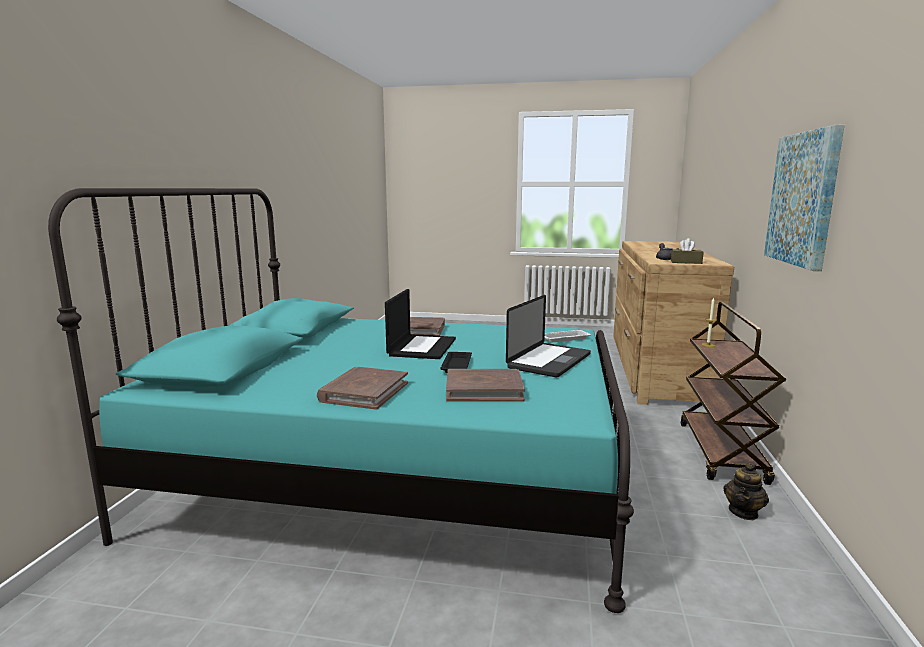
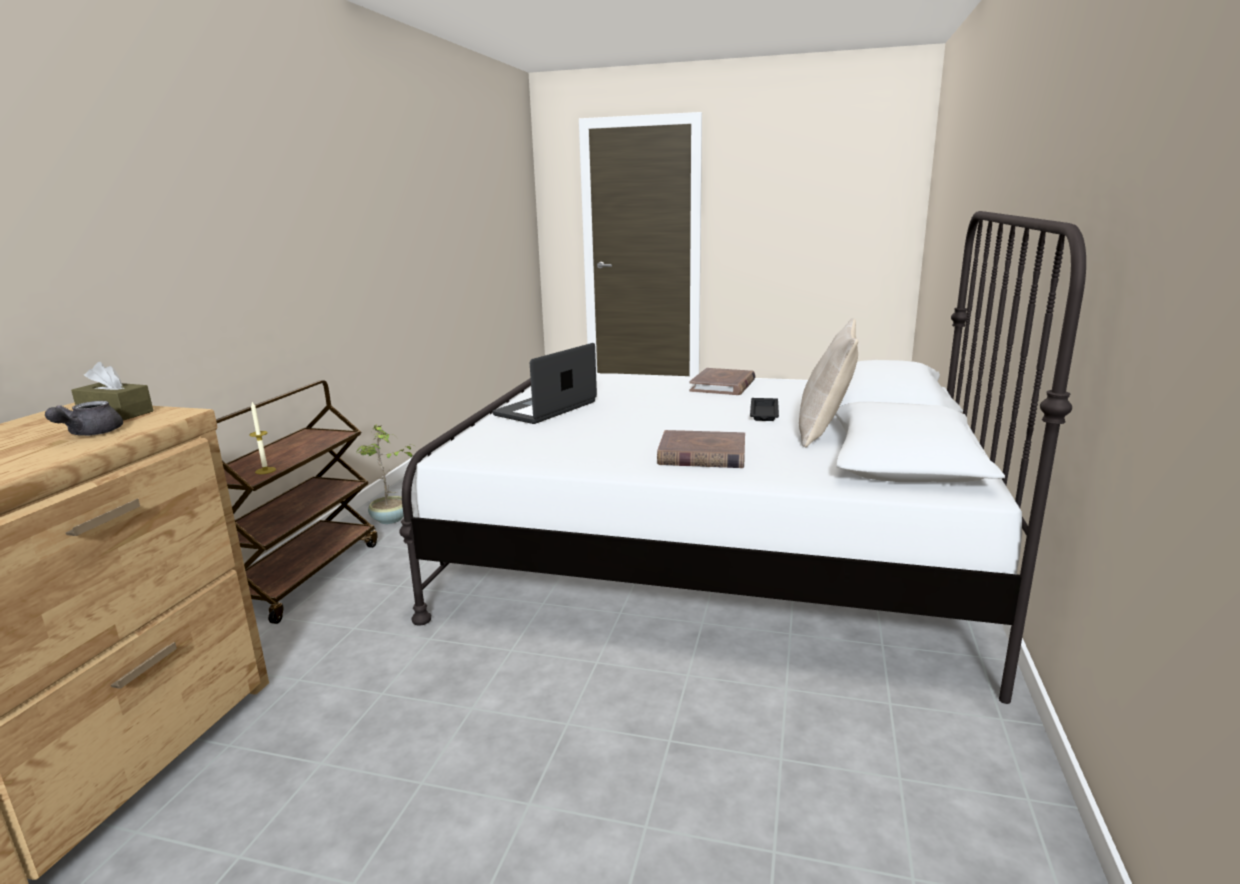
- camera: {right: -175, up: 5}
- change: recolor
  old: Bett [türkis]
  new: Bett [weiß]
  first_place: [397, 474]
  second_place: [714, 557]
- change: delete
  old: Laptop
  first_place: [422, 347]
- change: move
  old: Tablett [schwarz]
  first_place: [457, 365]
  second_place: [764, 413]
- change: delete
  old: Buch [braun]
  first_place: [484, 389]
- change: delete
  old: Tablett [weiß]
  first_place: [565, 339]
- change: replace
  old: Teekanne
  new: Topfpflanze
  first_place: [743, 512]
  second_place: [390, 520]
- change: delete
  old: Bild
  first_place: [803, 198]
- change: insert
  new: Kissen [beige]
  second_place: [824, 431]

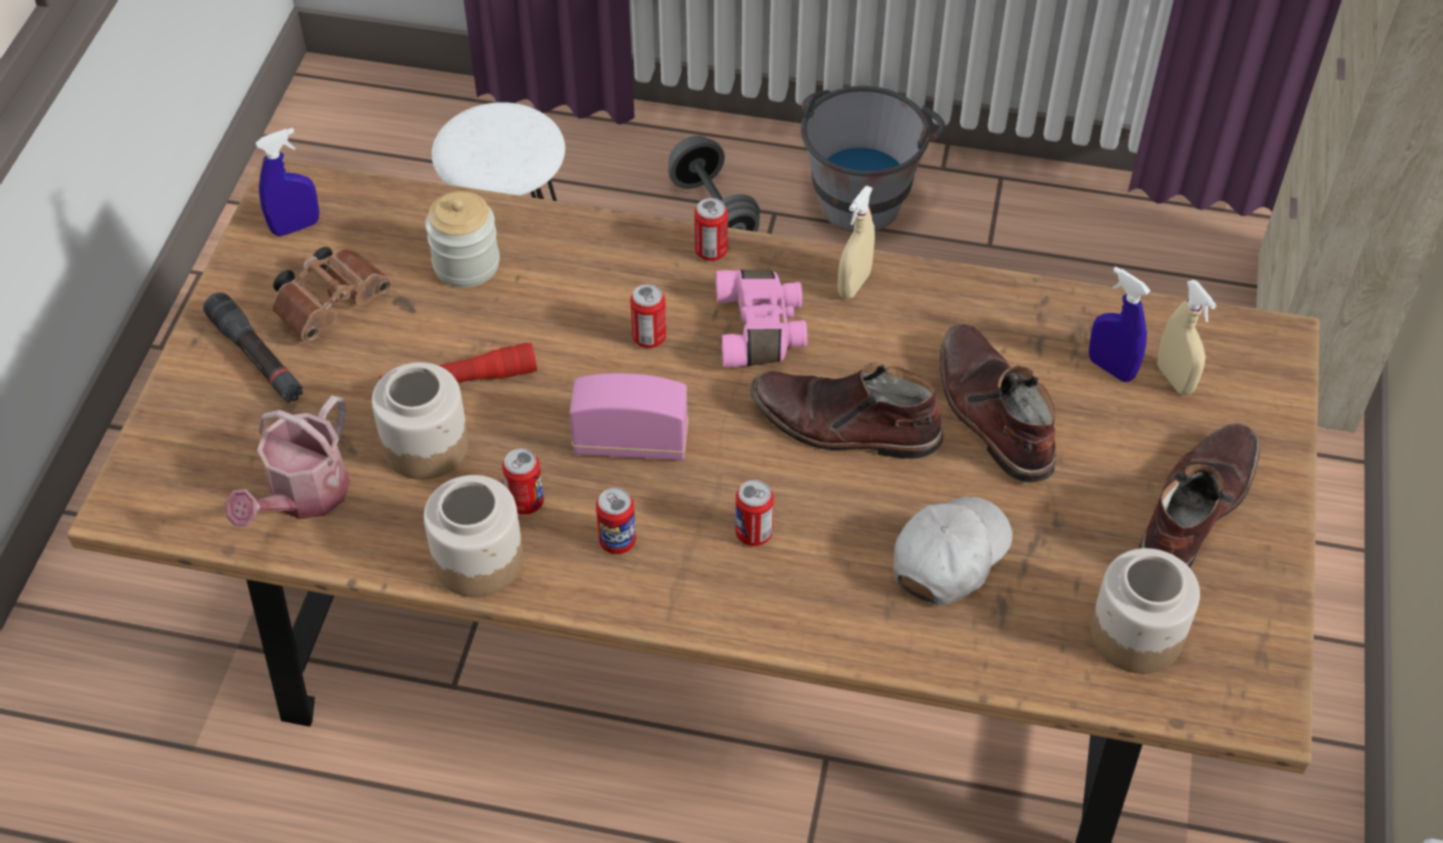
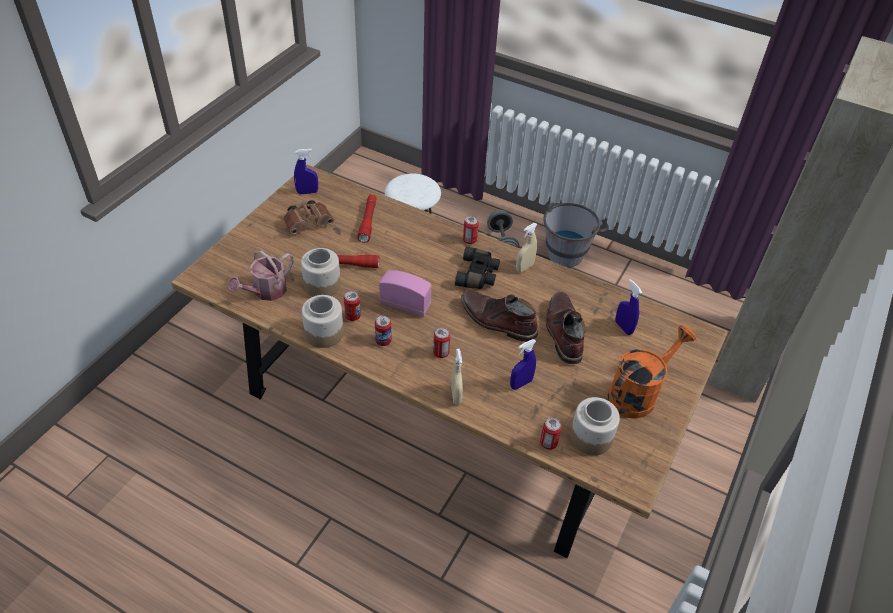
- camera: {right: 15, up: -5}
- change: delete
  old: Taschenlampe [schwarz]
  first_place: [256, 357]
- change: replace
  old: Vorratsglas
  new: Taschenlampe [rot]
  first_place: [466, 264]
  second_place: [368, 221]
- change: move
  old: Dose
  first_place: [649, 338]
  second_place: [548, 443]
- change: recolor
  old: Fernglas [rosa]
  new: Fernglas [schwarz]
  first_place: [762, 330]
  second_place: [478, 275]
- change: replace
  old: Kappe [weiß]
  new: Sprühflasche [blau]
  first_place: [949, 556]
  second_place: [521, 384]
- change: replace
  old: Stiefel [braun]
  new: Gießkanne [orange]
  first_place: [1193, 508]
  second_place: [638, 393]
- change: move
  old: Sprühflasche [beige]
  first_place: [1174, 379]
  second_place: [456, 396]

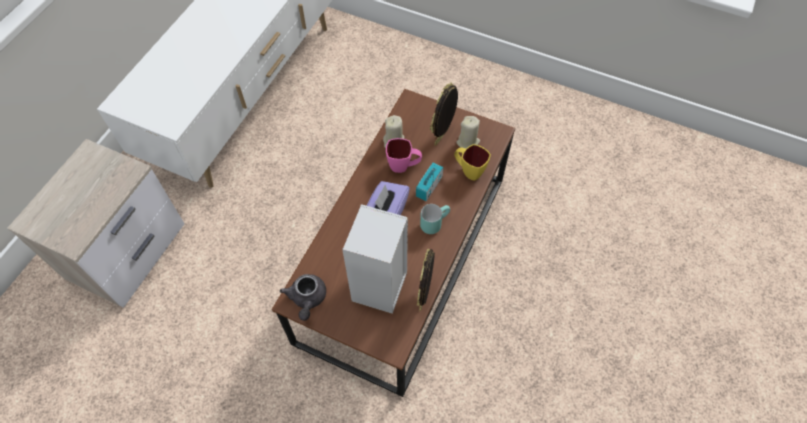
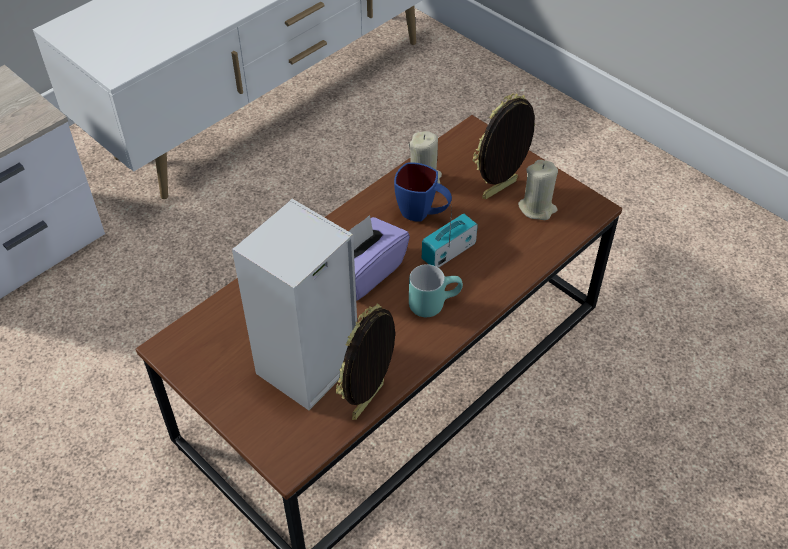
- camera: {right: 20, up: -10}
- change: delete
  old: Teekanne [grau]
  first_place: [307, 299]
- change: recolor
  old: Henkelbecher [rosa]
  new: Henkelbecher [blau]
  first_place: [404, 166]
  second_place: [422, 214]
- change: delete
  old: Henkelbecher [gelb]
  first_place: [468, 171]

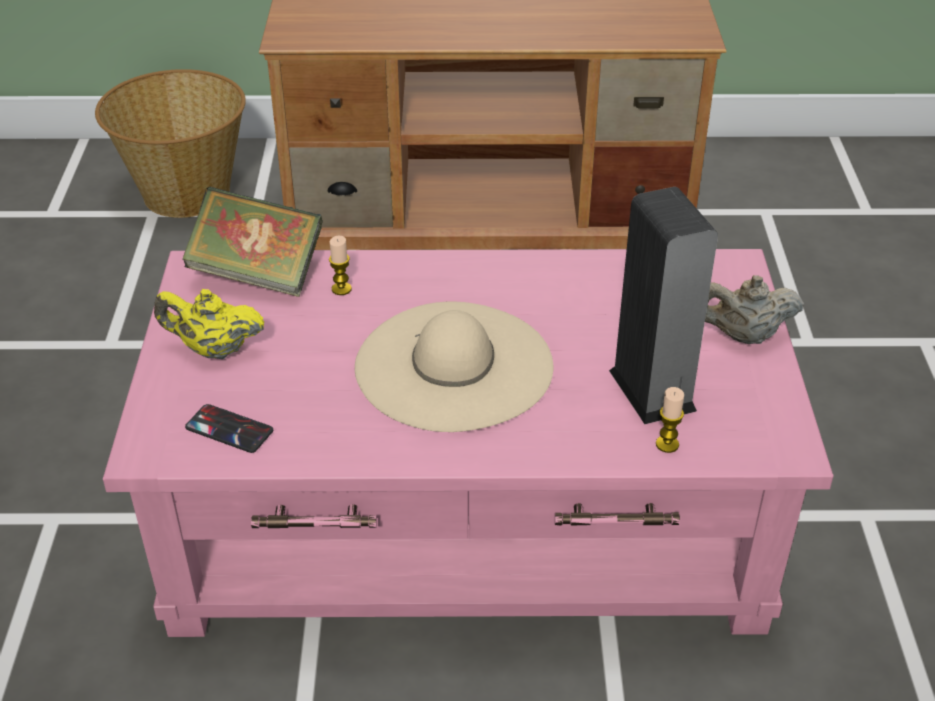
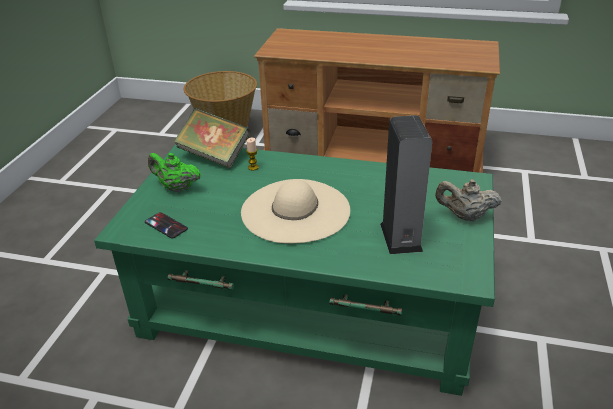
- camera: {right: 15, up: -5}
- change: recolor
  old: Couchtisch [rosa]
  new: Couchtisch [grün]
  first_place: [465, 522]
  second_place: [308, 305]
- change: recolor
  old: Teekanne [gelb]
  new: Teekanne [grün]
  first_place: [213, 350]
  second_place: [176, 188]
- change: delete
  old: Kerze
  first_place: [667, 444]

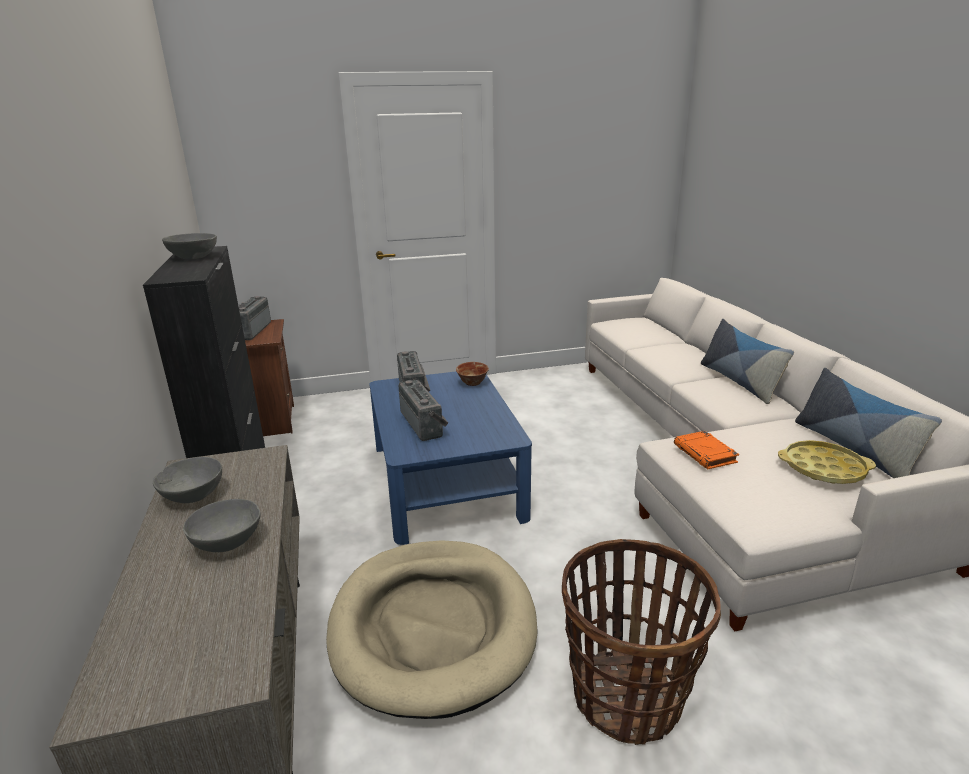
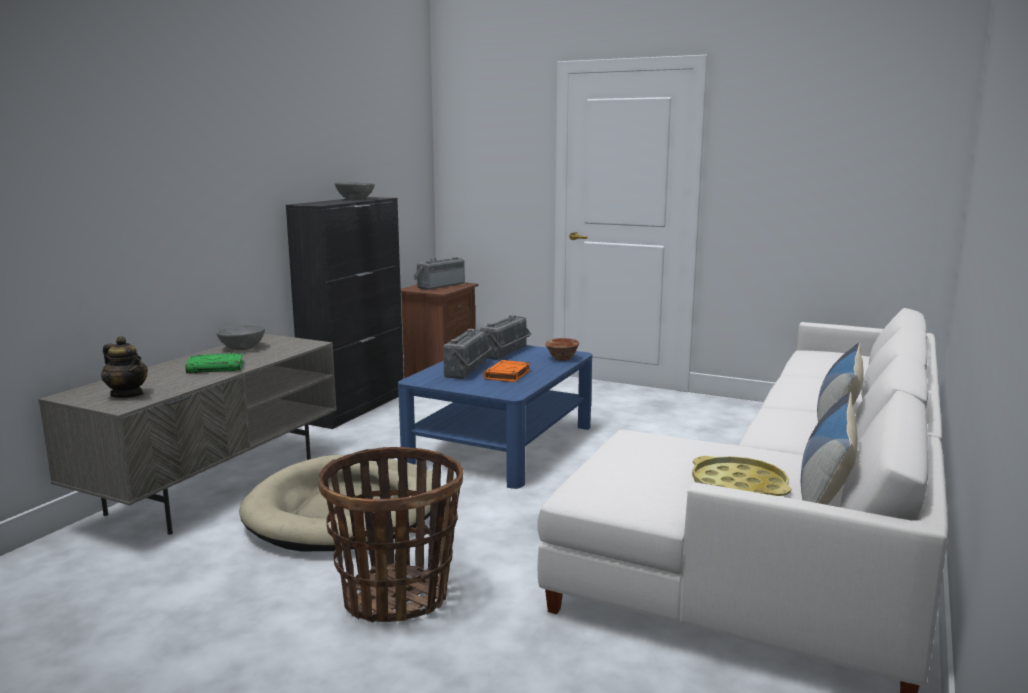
- camera: {right: 40, up: -10}
- change: replace
  old: Schüssel [grau]
  new: Buch [grün]
  first_place: [227, 542]
  second_place: [216, 367]
- change: move
  old: Buch [orange]
  first_place: [705, 454]
  second_place: [507, 375]
- change: insert
  new: Teekanne
  second_place: [127, 394]

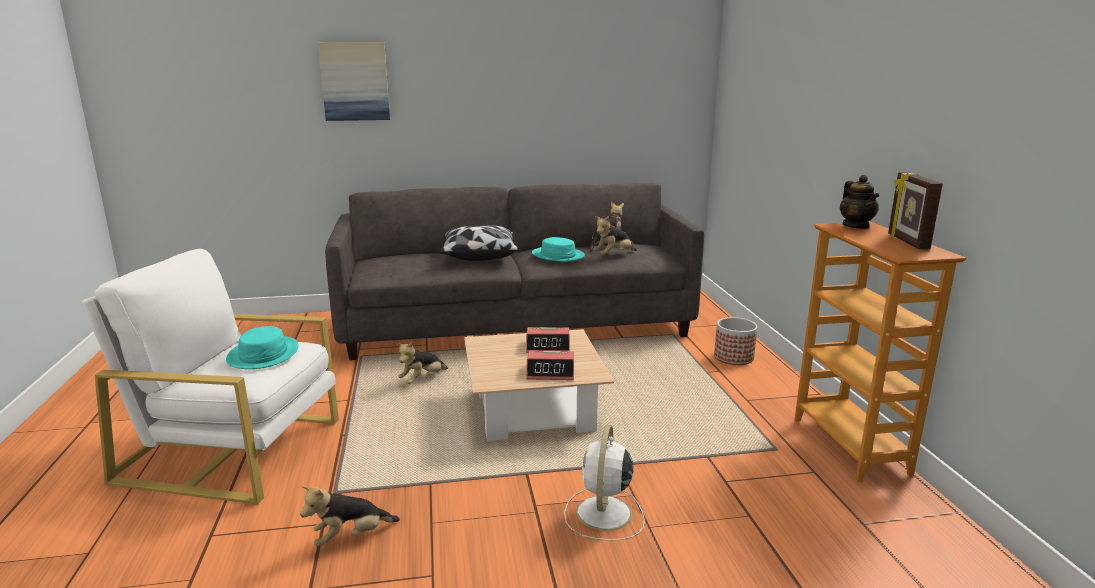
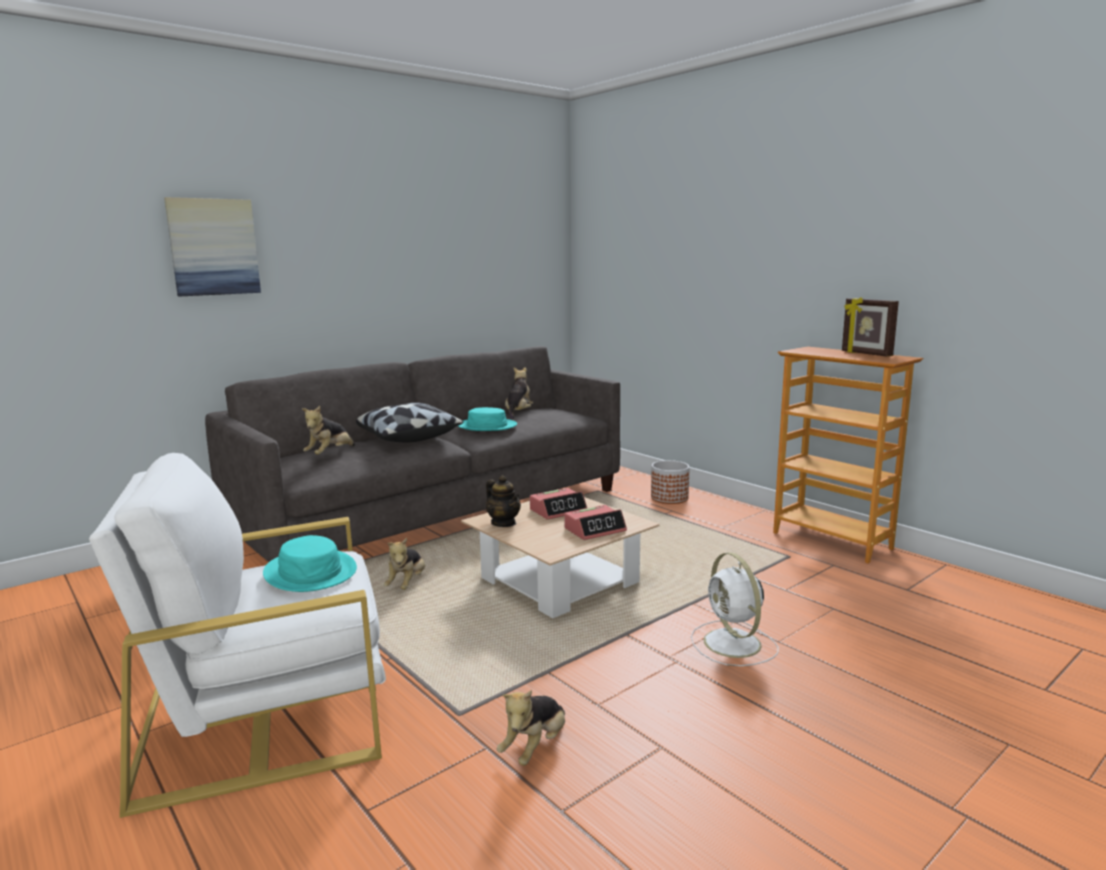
- camera: {right: -30, up: -5}
- change: move
  old: Plüschtier
  first_place: [614, 255]
  second_place: [330, 454]
- change: move
  old: Teekanne
  first_place: [856, 226]
  second_place: [503, 523]

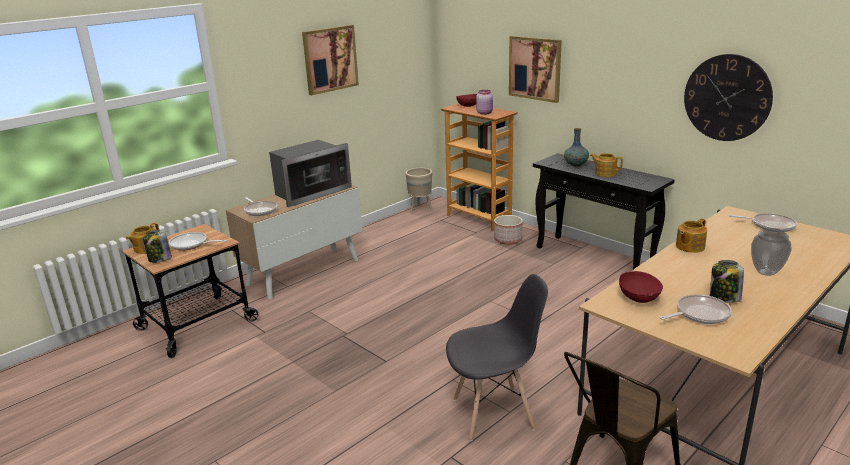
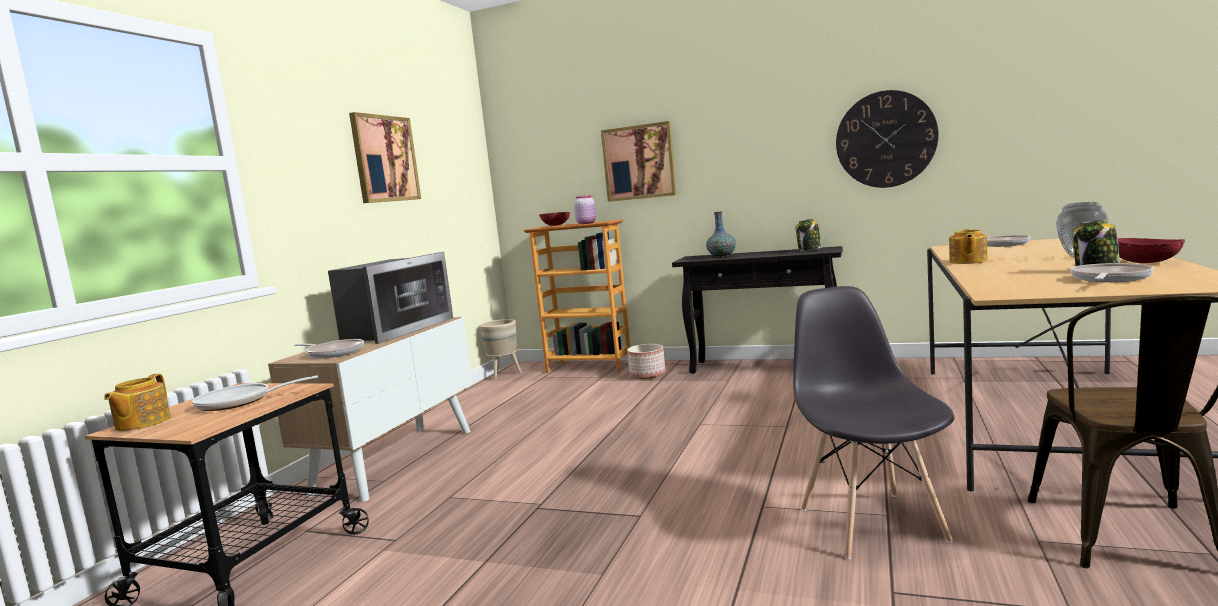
- camera: {right: -25, up: -15}
- change: move
  old: Vorratsglas
  first_place: [159, 259]
  second_place: [809, 250]
- change: rotate
  old: Stuhl [grau]
  first_place: [494, 413]
  second_place: [871, 523]
  degrees: -60
- change: delete
  old: Teekanne
  first_place: [605, 173]
- change: move
  old: Schüssel [rot]
  first_place: [639, 298]
  second_place: [1146, 262]

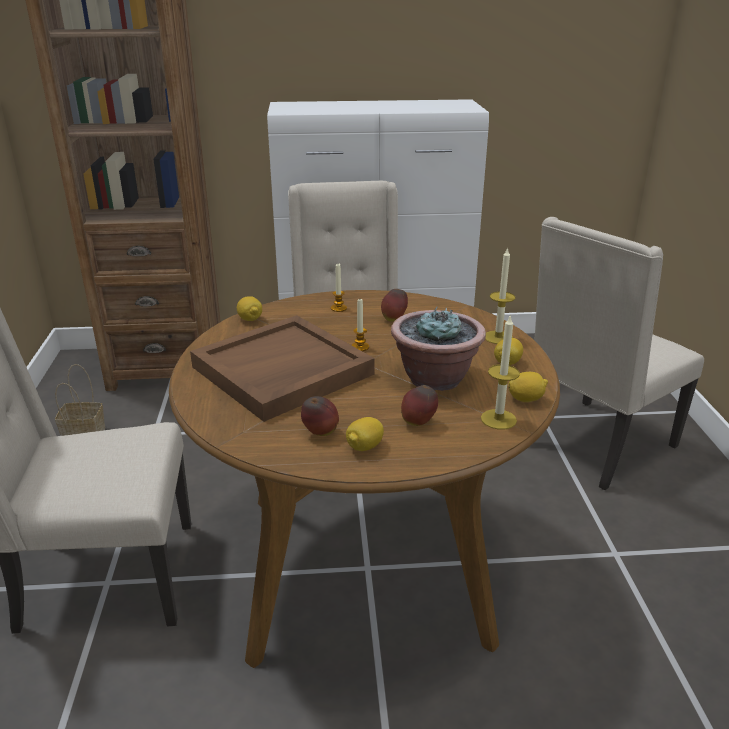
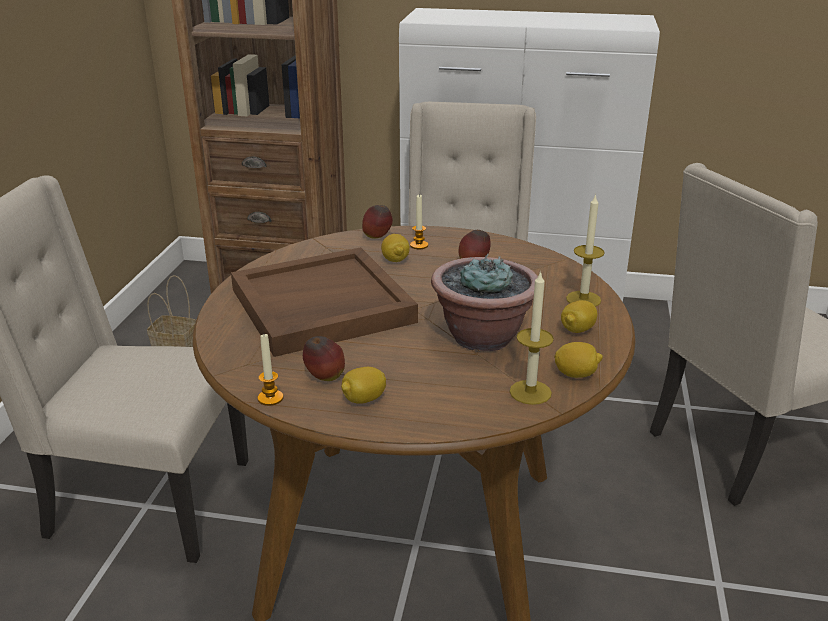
- camera: {right: 15, up: 0}
- change: move
  old: Zitrone
  first_place: [250, 319]
  second_place: [395, 260]
- change: move
  old: Kerze
  first_place: [360, 347]
  second_place: [270, 398]
- change: move
  old: Apfel
  first_place: [418, 423]
  second_place: [377, 237]

